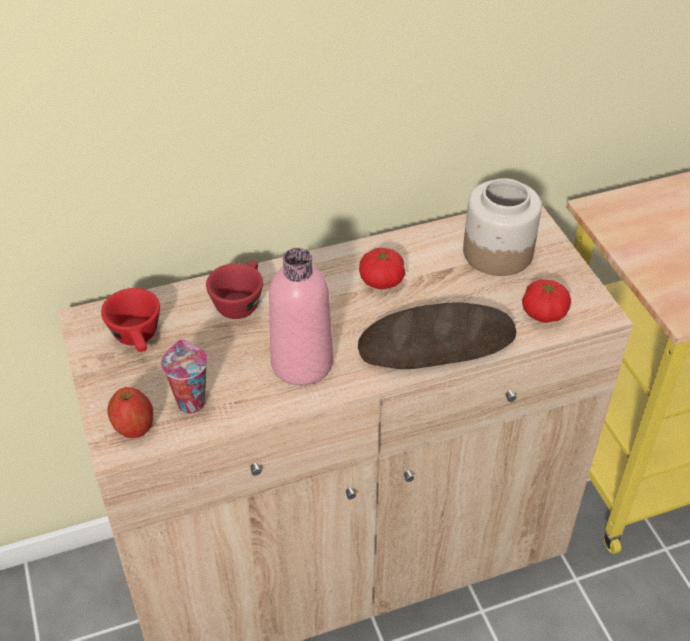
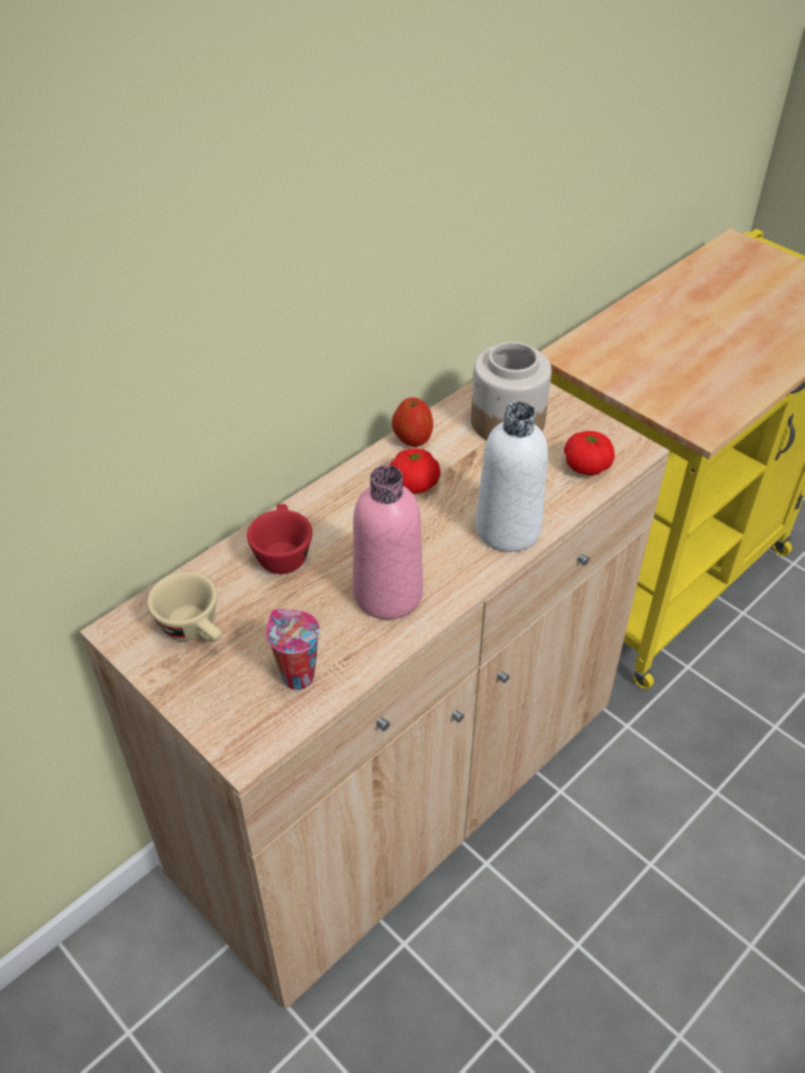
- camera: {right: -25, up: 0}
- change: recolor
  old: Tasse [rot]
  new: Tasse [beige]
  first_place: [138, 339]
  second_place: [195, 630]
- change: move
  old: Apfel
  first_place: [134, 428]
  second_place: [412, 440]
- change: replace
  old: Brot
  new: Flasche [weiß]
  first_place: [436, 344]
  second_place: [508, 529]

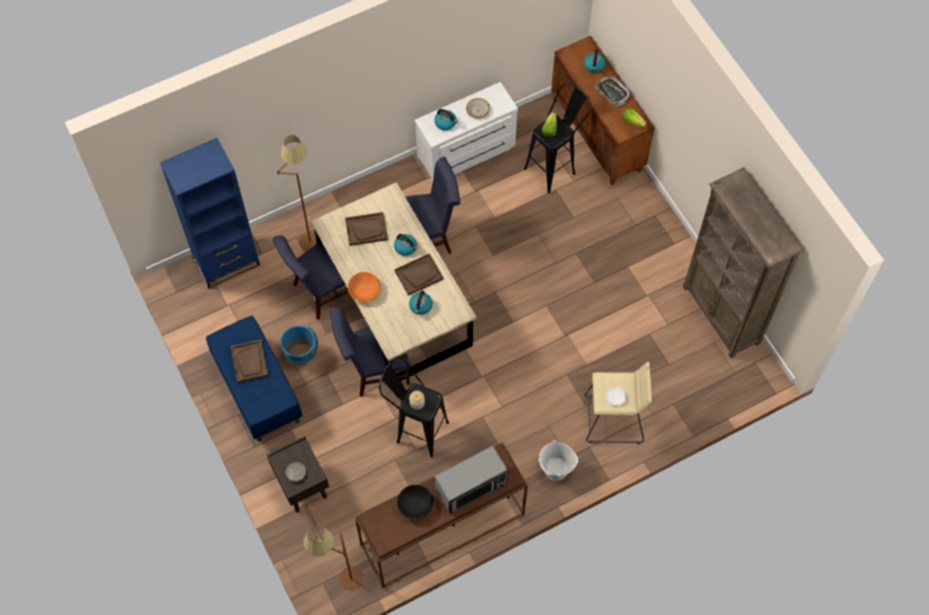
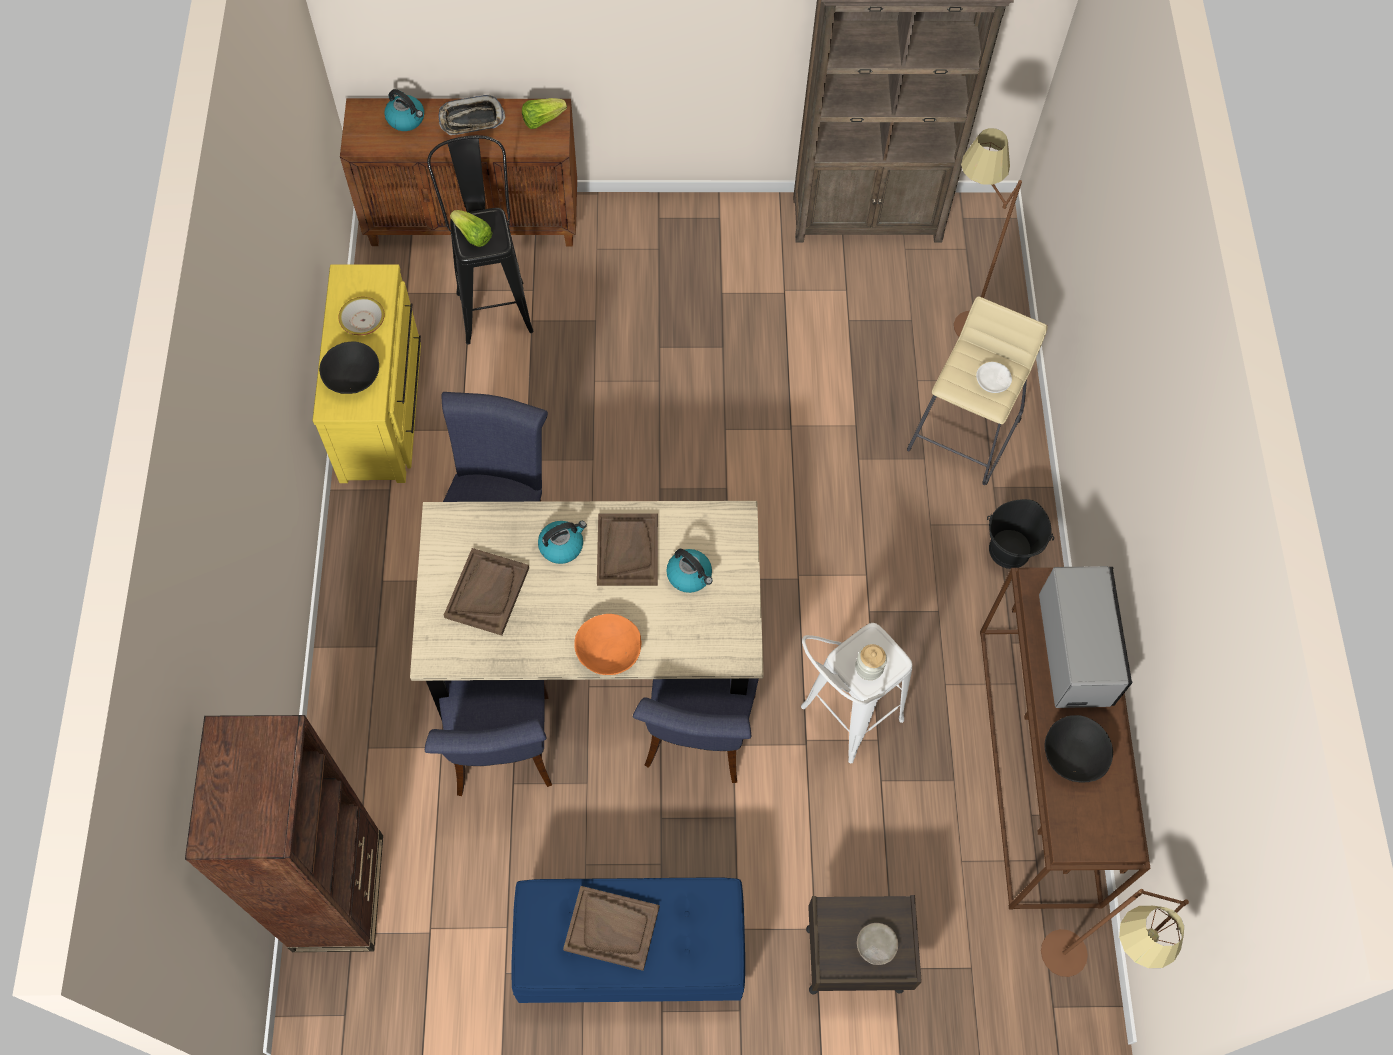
- camera: {right: -65, up: 0}
- change: recolor
  old: Bücherregal [blau]
  new: Bücherregal [braun]
  first_place: [226, 261]
  second_place: [339, 892]
- change: move
  old: Stehlampe [braun]
  first_place: [308, 233]
  second_place: [955, 323]
- change: delete
  old: Eimer [blau]
  first_place: [301, 354]
- change: recolor
  old: Hocker [schwarz]
  new: Hocker [weiß]
  first_place: [415, 429]
  second_place: [840, 723]
- change: recolor
  old: Kommode [weiß]
  new: Kommode [gelb]
  first_place: [467, 153]
  second_place: [383, 407]
- change: replace
  old: Wasserkessel
  new: Schüssel [schwarz]
  first_place: [445, 123]
  second_place: [353, 377]
- change: recolor
  old: Eimer [weiß]
  new: Eimer [schwarz]
  first_place: [556, 469]
  second_place: [1010, 550]

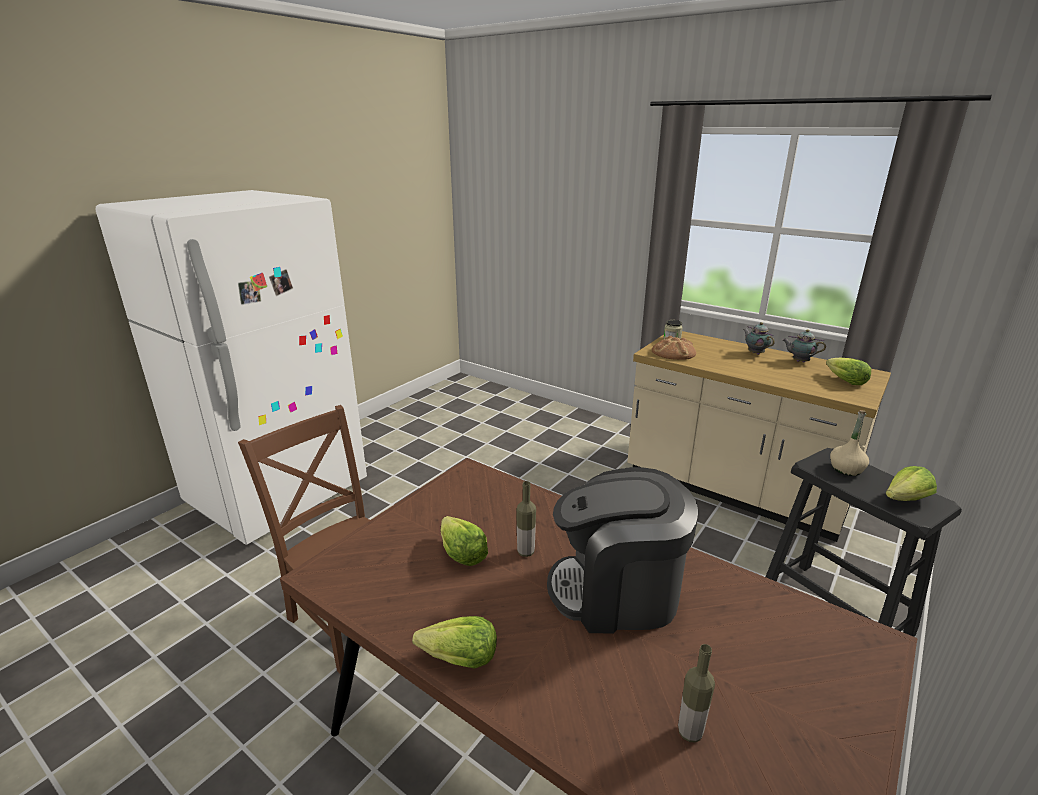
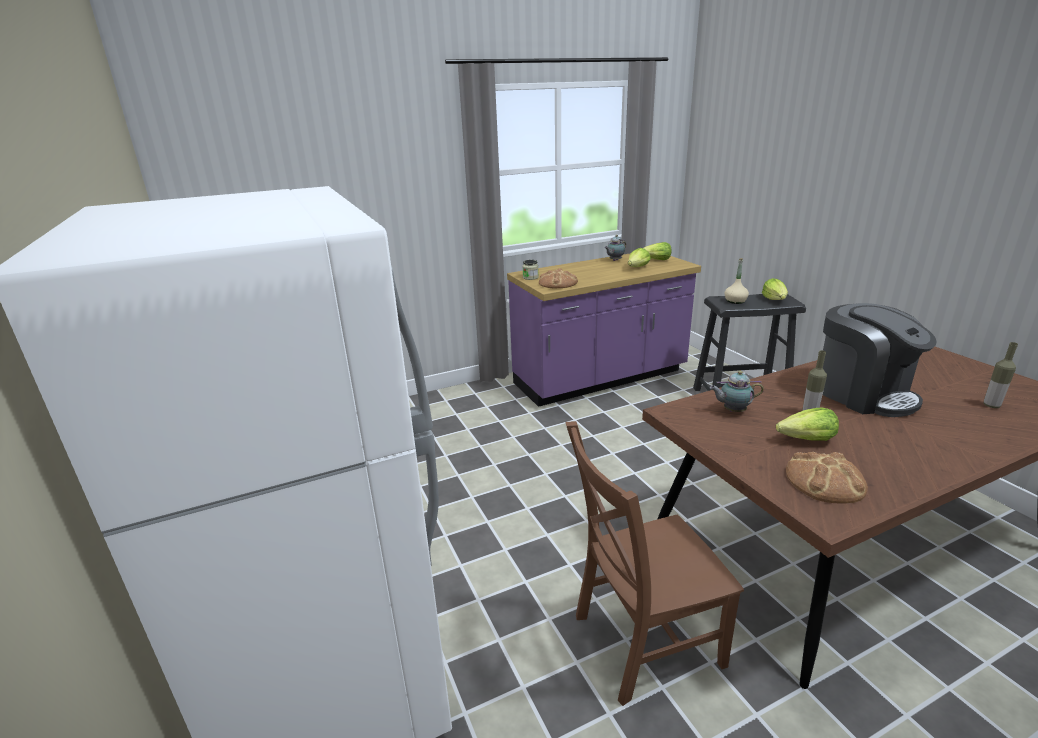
- camera: {right: -60, up: 0}
- change: move
  old: Salatkopf
  first_place: [459, 659]
  second_place: [637, 268]
- change: rotate
  old: Kaffeemaschine
  first_place: [617, 592]
  second_place: [862, 394]
  degrees: -60
- change: recolor
  old: Küchenzeile [beige]
  new: Küchenzeile [lila]
  first_place: [733, 491]
  second_place: [600, 379]
- change: move
  old: Teekanne
  first_place: [755, 353]
  second_place: [732, 411]
- change: insert
  new: Brot
  second_place: [825, 481]

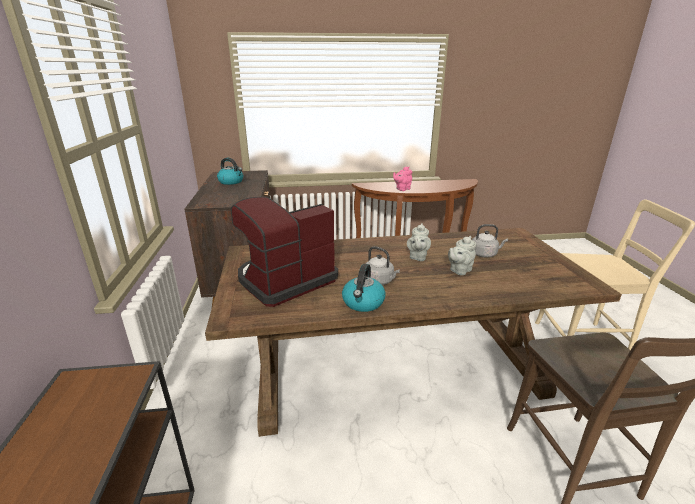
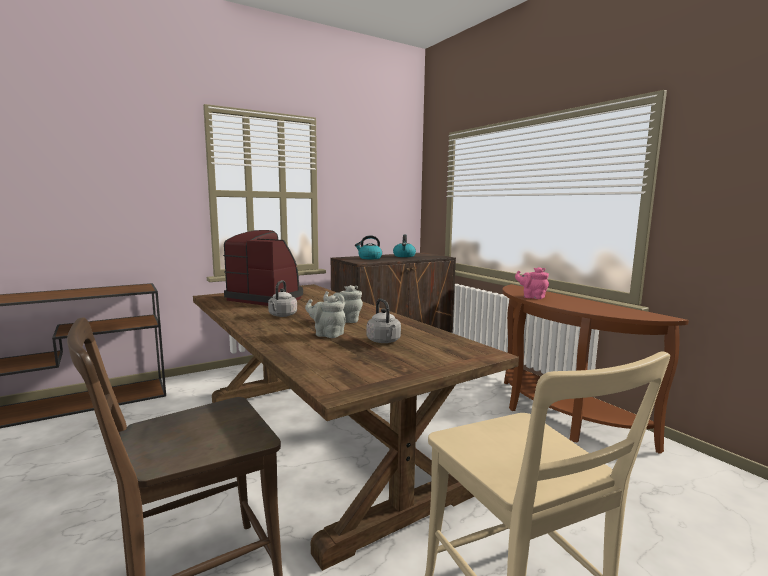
- camera: {right: 65, up: -15}
- change: move
  old: Wasserkessel
  first_place: [363, 303]
  second_place: [369, 258]

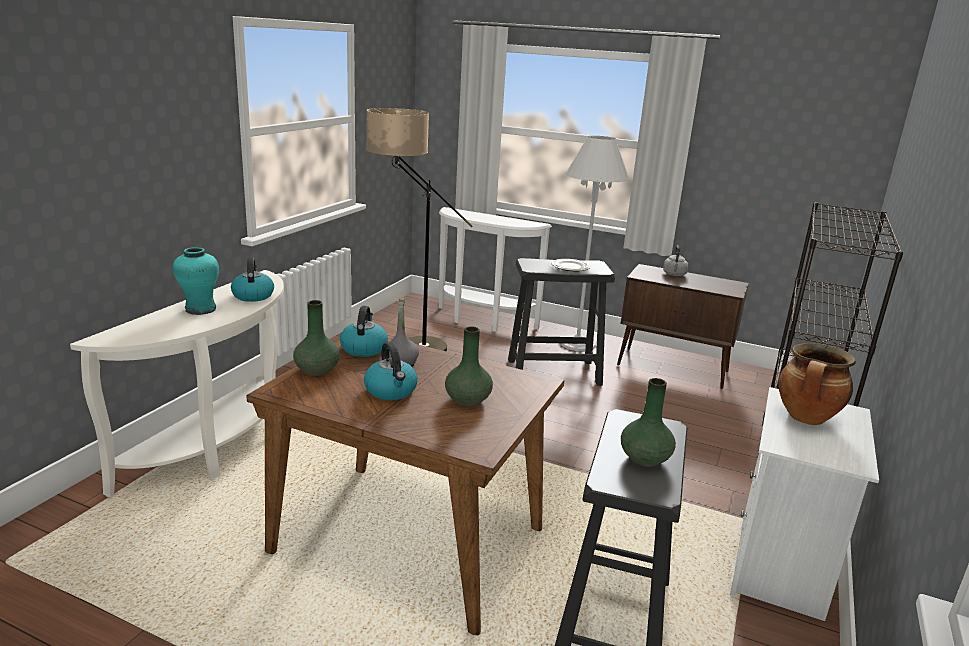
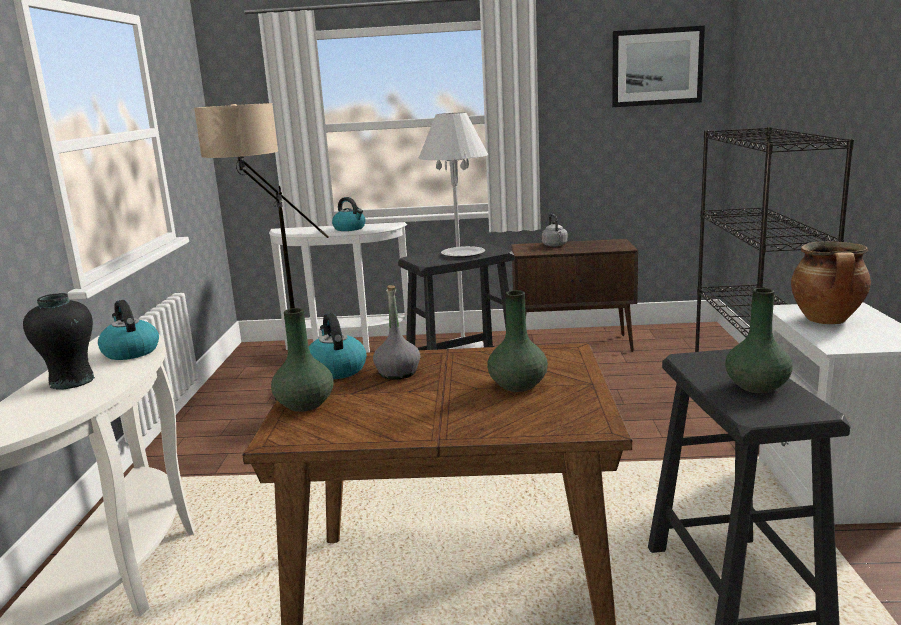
- camera: {right: -20, up: -5}
- change: recolor
  old: Vase [türkis]
  new: Vase [schwarz]
  first_place: [200, 309]
  second_place: [72, 381]
- change: move
  old: Wasserkessel
  first_place: [391, 391]
  second_place: [350, 228]
- change: insert
  new: Bild
  second_place: [657, 67]

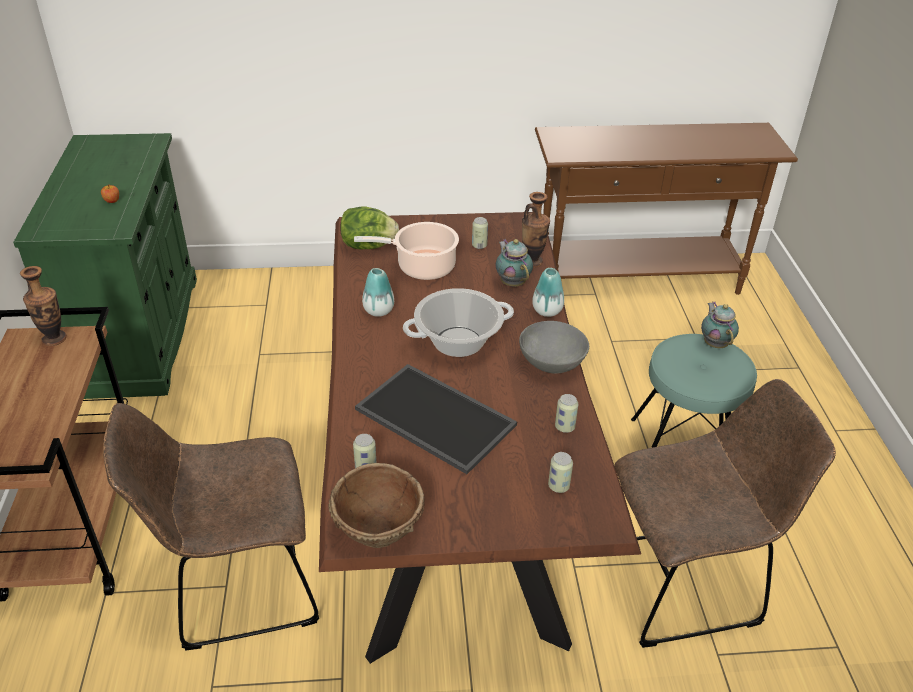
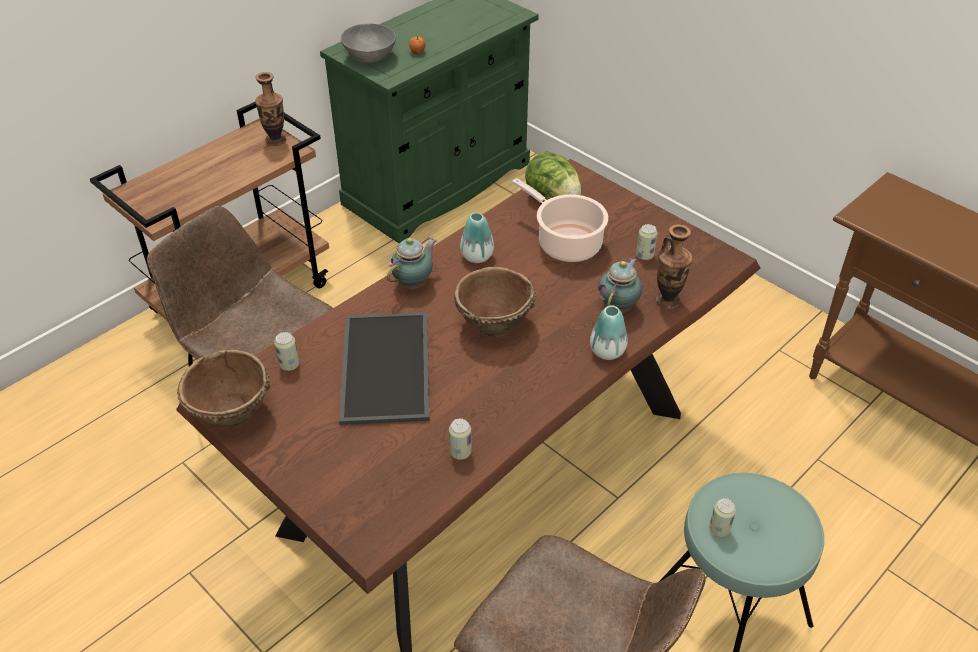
- camera: {right: 50, up: 5}
- change: replace
  old: Kochtopf
  new: Schüssel [braun]
  first_place: [458, 342]
  second_place: [493, 324]
- change: move
  old: Schüssel [grau]
  first_place: [551, 363]
  second_place: [370, 57]
- change: move
  old: Dose
  first_place: [558, 486]
  second_place: [719, 529]
- change: move
  old: Teekanne
  first_place: [715, 343]
  second_place: [414, 283]

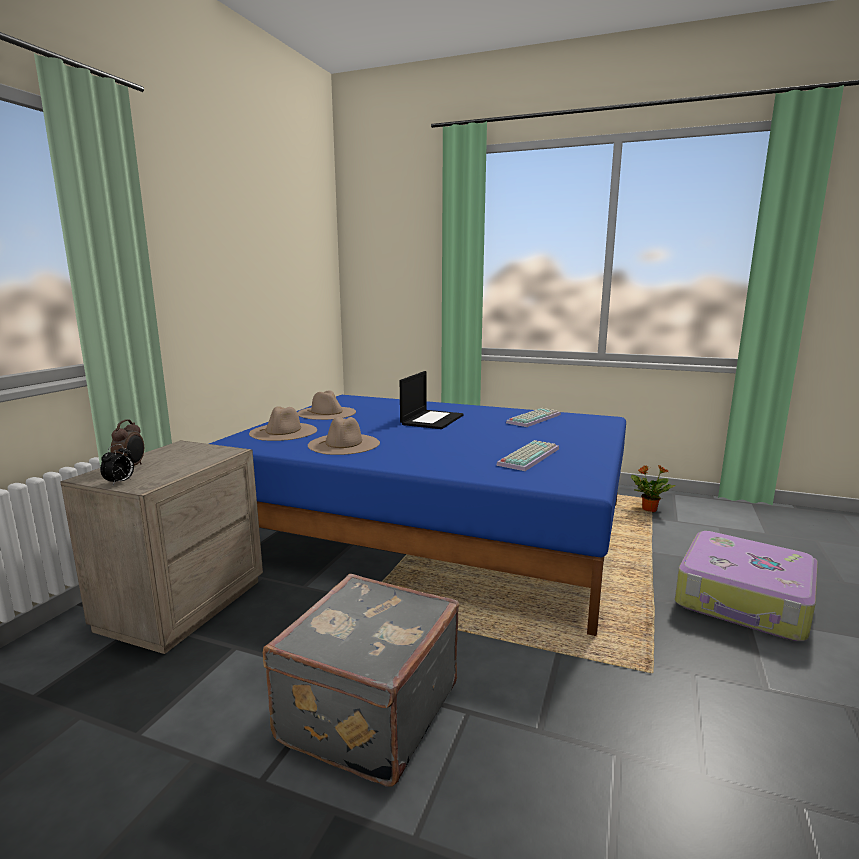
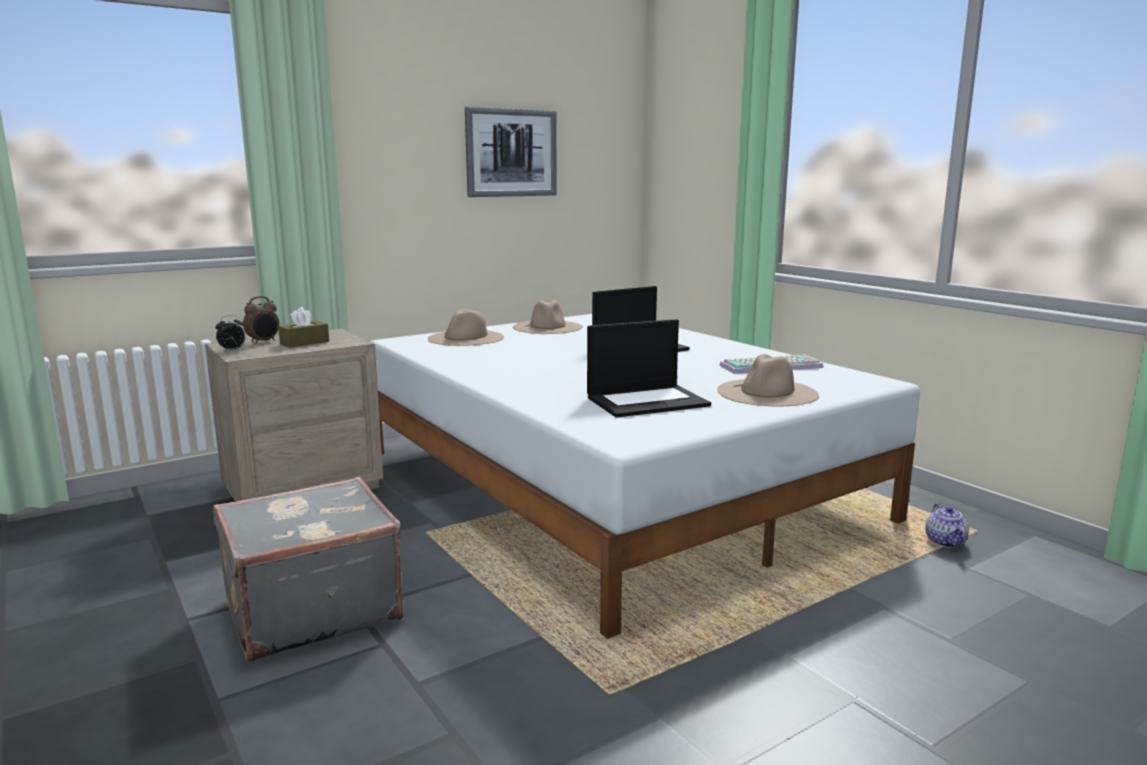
- camera: {right: 35, up: 0}
- change: recolor
  old: Bett [blau]
  new: Bett [weiß]
  first_place: [431, 526]
  second_place: [610, 483]
- change: move
  old: Hut [beige]
  first_place: [344, 444]
  second_place: [767, 392]
- change: replace
  old: Tastatur
  new: Laptop
  first_place: [528, 456]
  second_place: [647, 401]
- change: replace
  old: Topfpflanze
  new: Teekanne
  first_place: [648, 509]
  second_place: [946, 542]
- change: delete
  old: Koffer
  first_place: [744, 600]
- change: insert
  new: Taschentuchbox [braun]
  second_place: [304, 343]
- change: insert
  new: Bild
  second_place: [511, 153]

